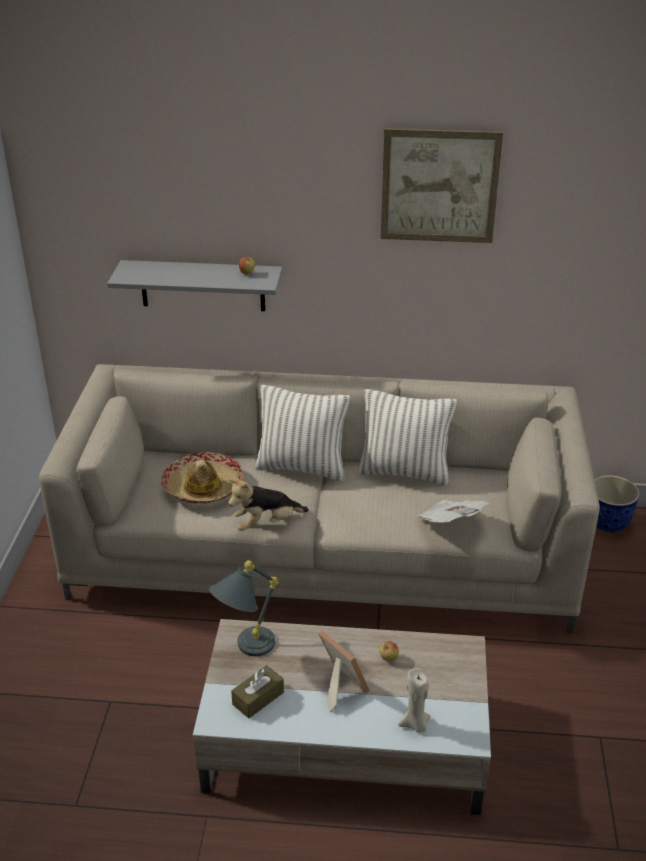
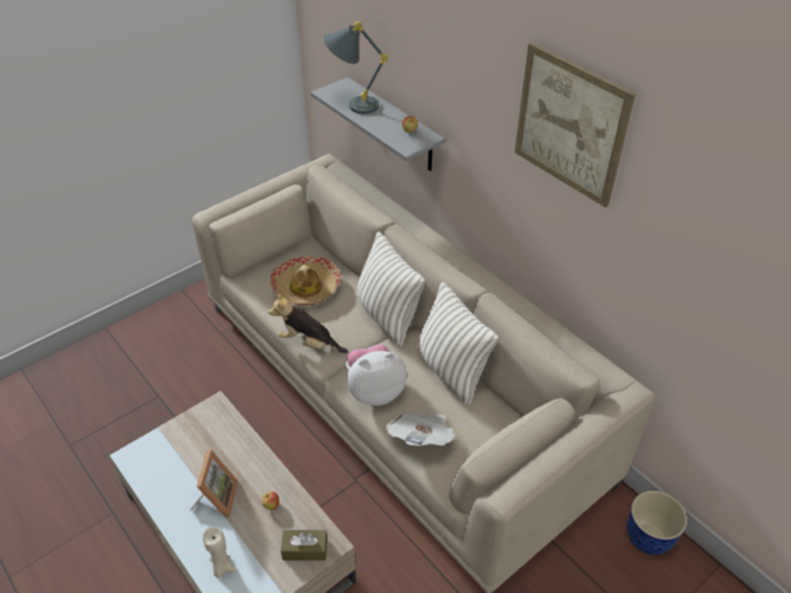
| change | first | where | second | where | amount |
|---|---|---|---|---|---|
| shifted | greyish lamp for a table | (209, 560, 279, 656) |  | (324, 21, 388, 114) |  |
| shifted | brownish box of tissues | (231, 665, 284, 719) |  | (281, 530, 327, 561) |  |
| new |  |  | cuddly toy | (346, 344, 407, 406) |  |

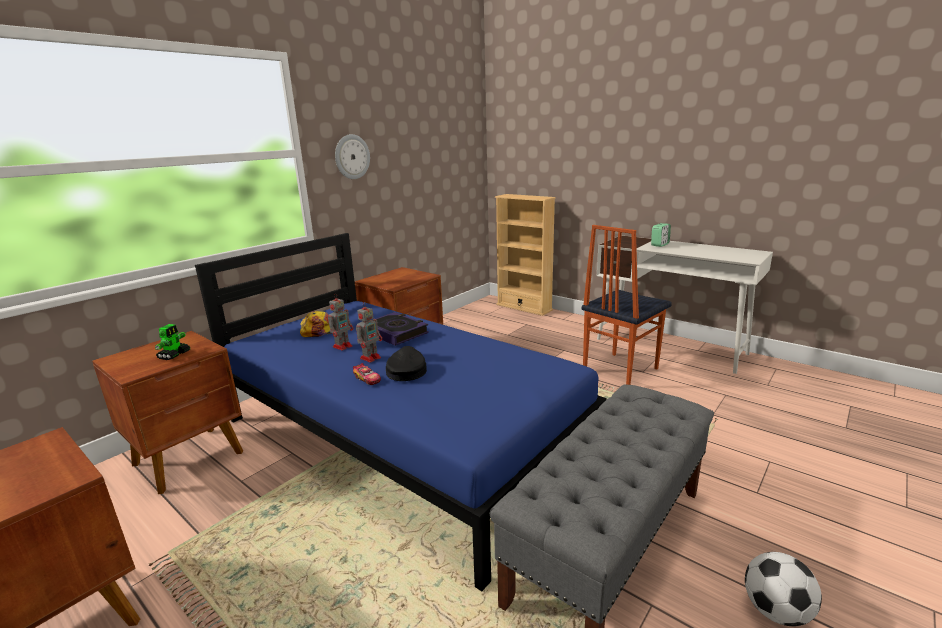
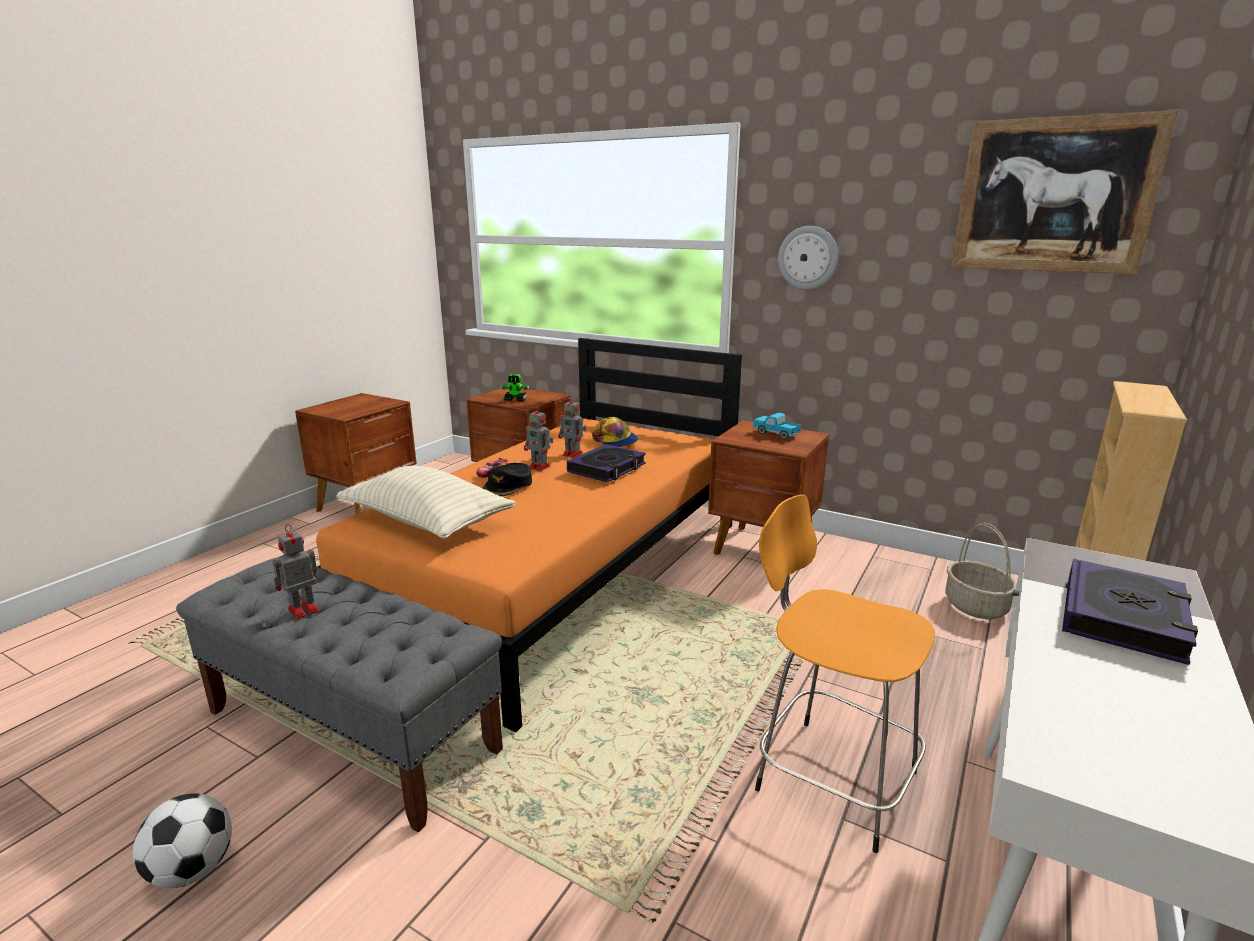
| change | first | where | second | where | amount |
|---|---|---|---|---|---|
| repainted | bluish bed | (195, 233, 607, 592) | orange-coloured bed | (316, 338, 742, 732) |  |
| rotated | black-coloured peaked cap | (386, 346, 427, 381) |  | (483, 463, 532, 496) | 120 degrees clockwise |
| swapped | upright chair | (582, 225, 672, 385) | orange-coloured stool seat | (755, 495, 935, 853) |  |
| swapped | bedside clock | (651, 223, 671, 247) | book | (1062, 559, 1198, 665) |  |
| new |  |  | toy robot | (272, 524, 319, 619) |  |
| new |  |  | beige-coloured cushion | (336, 466, 516, 539) |  |
| new |  |  | model truck | (753, 413, 801, 440) |  |
| new |  |  | household basket | (945, 523, 1017, 619) |  |
| new |  |  | picture | (951, 110, 1178, 274) |  |

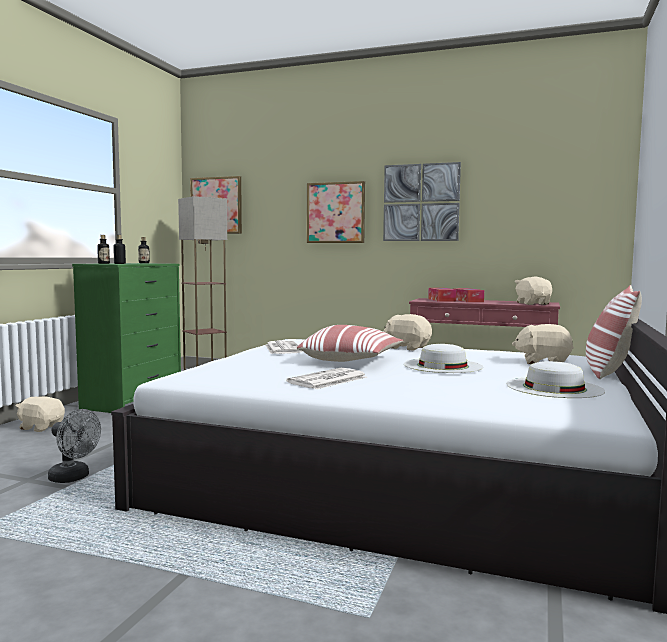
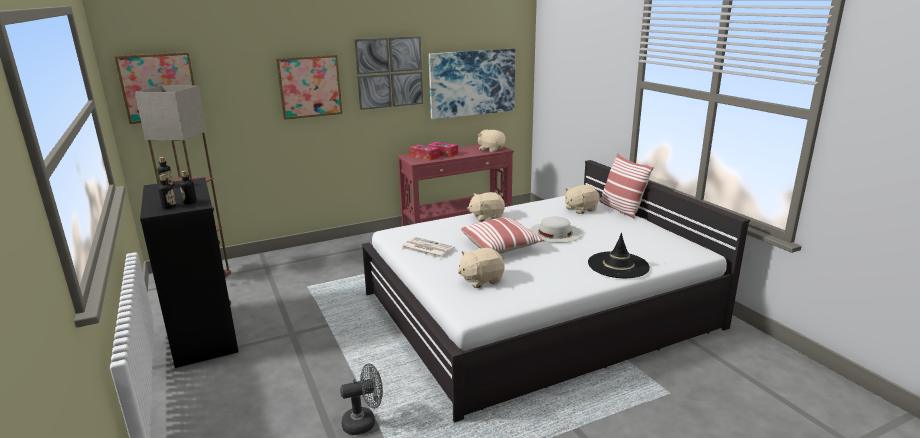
| change | first | where | second | where | amount |
|---|---|---|---|---|---|
| shifted | beige-coloured cuddly toy | (16, 396, 65, 432) |  | (458, 248, 505, 288) |  |
| repainted | green dresser | (72, 263, 181, 413) | black-coloured dresser | (140, 177, 239, 368) |  |
| gone | daily paper | (286, 368, 367, 389) |  |  |  |
| gone | whitish hat | (507, 361, 605, 398) |  |  |  |
| new |  |  | picture | (429, 48, 515, 119) |  |
| new |  |  | black-coloured hat | (588, 233, 650, 278) |  |

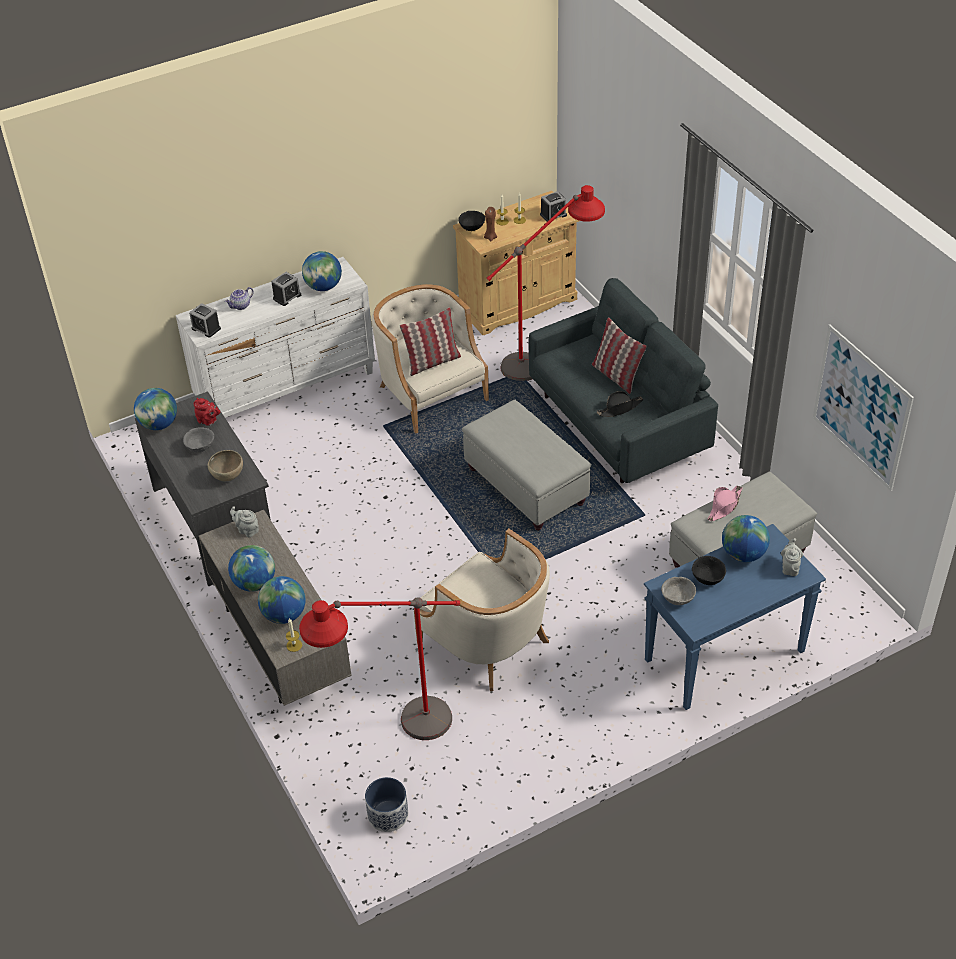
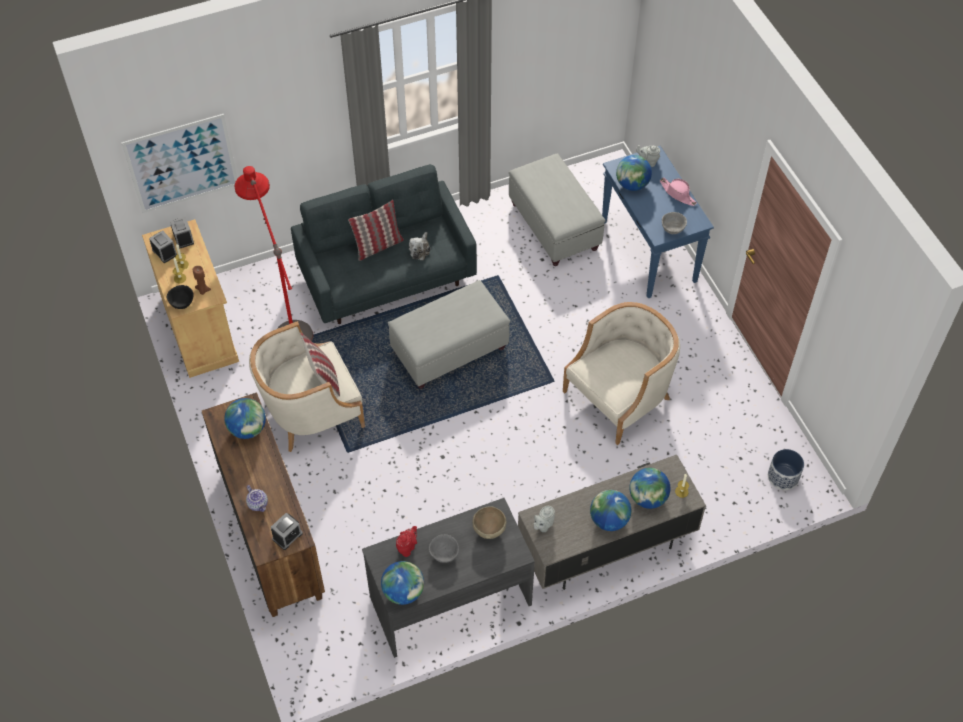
| change | first | where | second | where | amount |
|---|---|---|---|---|---|
| repainted | whitish dresser | (176, 257, 375, 418) | brownish dresser | (202, 392, 325, 617) |  |
| shifted | bedside clock | (271, 272, 301, 306) |  | (149, 230, 177, 263) |  |
| gone | red-coloured floor lamp | (299, 597, 460, 740) |  |  |  |
| swapped | black-coloured hat | (597, 391, 643, 417) | cuddly toy | (409, 232, 431, 260) |  |
| gone | black-coloured serving bowl | (692, 556, 726, 585) |  |  |  |
| shifted | pinkish hat | (707, 485, 742, 521) |  | (660, 177, 697, 206) |  |
| shifted | picture | (813, 325, 914, 491) |  | (121, 114, 238, 213) |  |

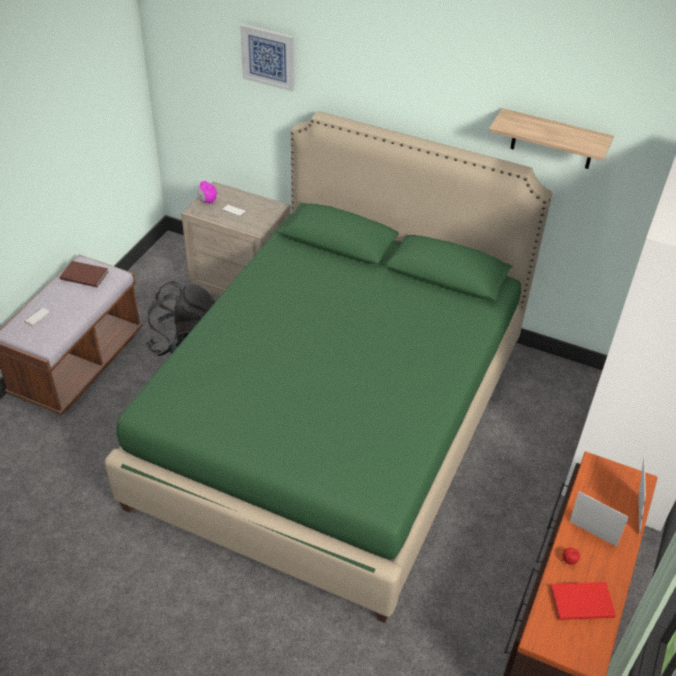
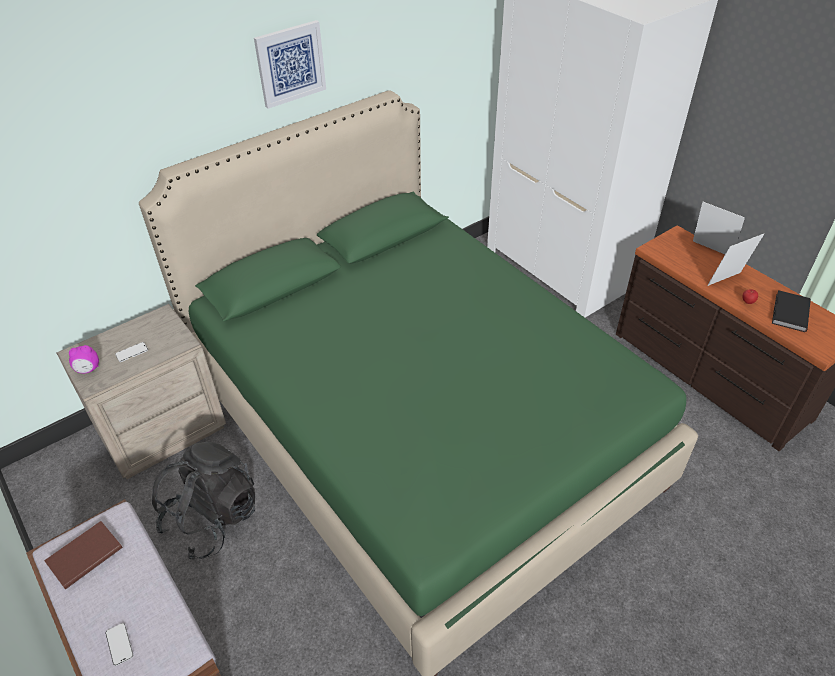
| change | first | where | second | where | amount |
|---|---|---|---|---|---|
| shifted | picture | (240, 24, 294, 92) |  | (254, 20, 326, 109) |  |
| gone | bracket shelf | (489, 108, 614, 169) |  |  |  |
| repainted | red-coloured book | (550, 582, 616, 620) | black-coloured book | (772, 290, 811, 332) |  |

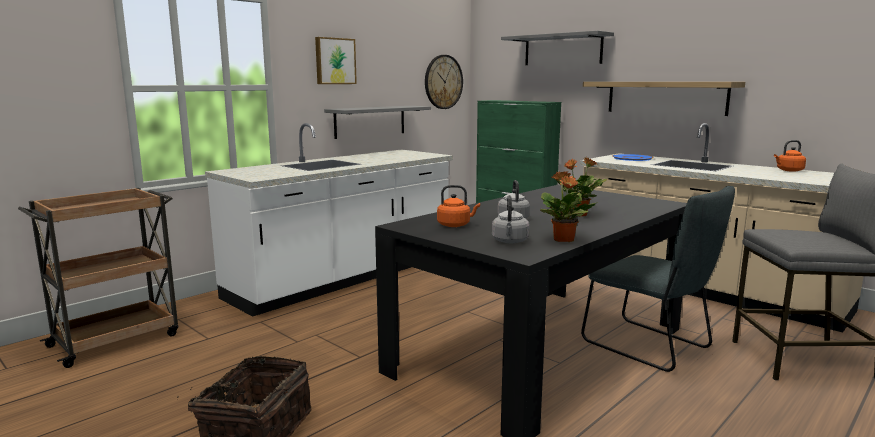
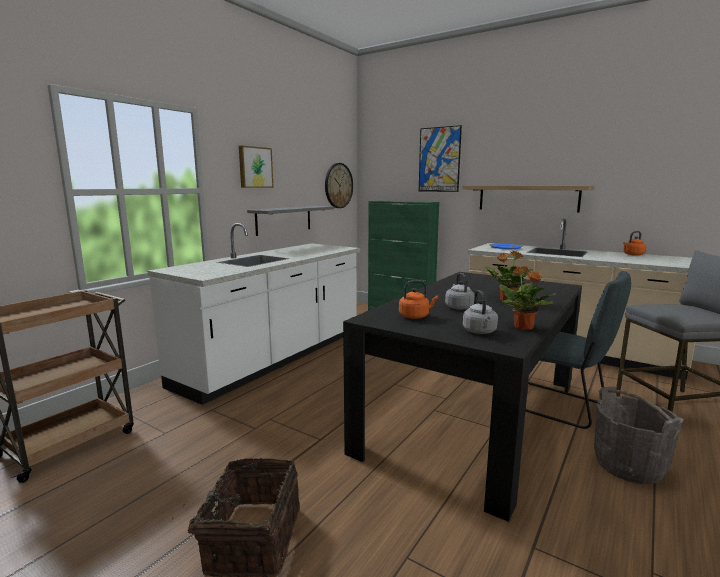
| change | first | where | second | where | amount |
|---|---|---|---|---|---|
| swapped | greyish bracket shelf | (501, 31, 614, 65) | picture | (419, 125, 462, 192) |  |
| new |  |  | greyish pail | (594, 387, 684, 484) |  |

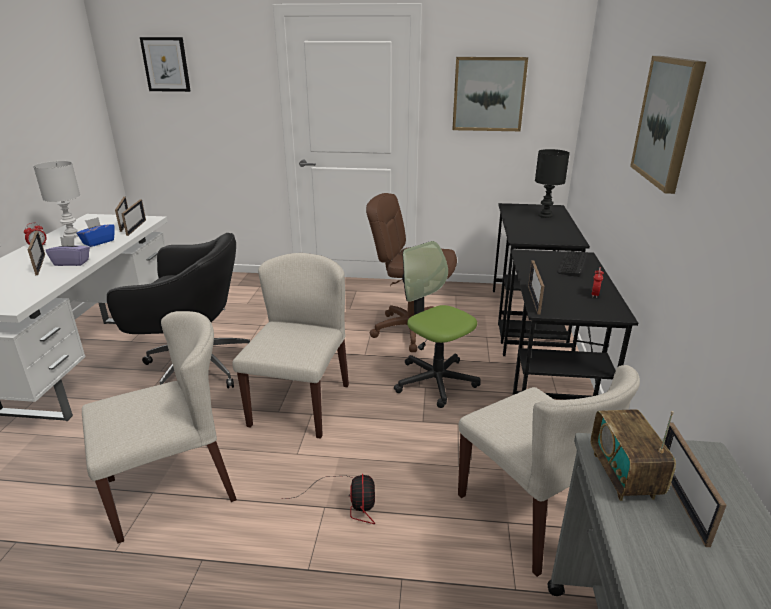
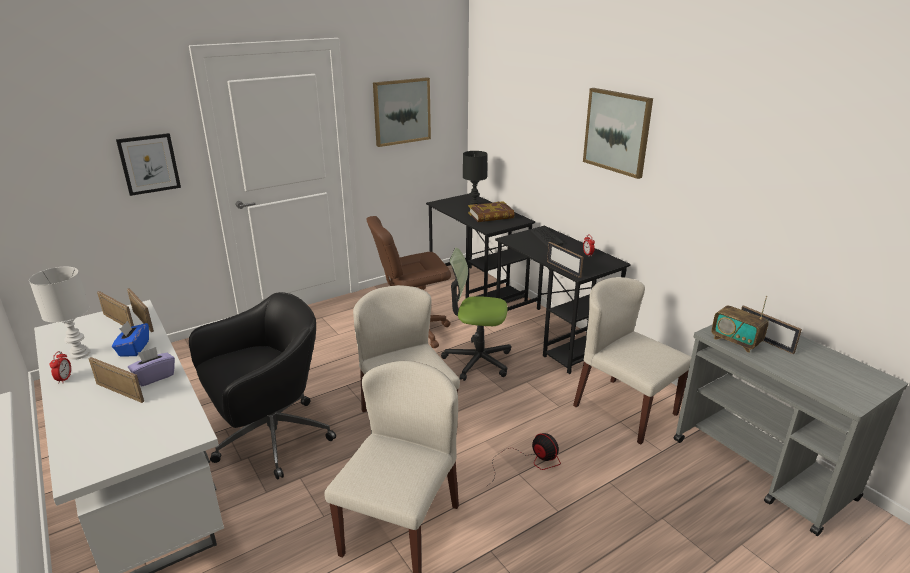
| change | first | where | second | where | amount |
|---|---|---|---|---|---|
| shifted | picture | (140, 37, 191, 92) |  | (116, 133, 181, 196) |  |
| rotated | beige-coloured upright chair | (458, 365, 640, 577) |  | (573, 277, 691, 444) | 150 degrees counterclockwise |
| new |  |  | book | (468, 201, 515, 222) |  |

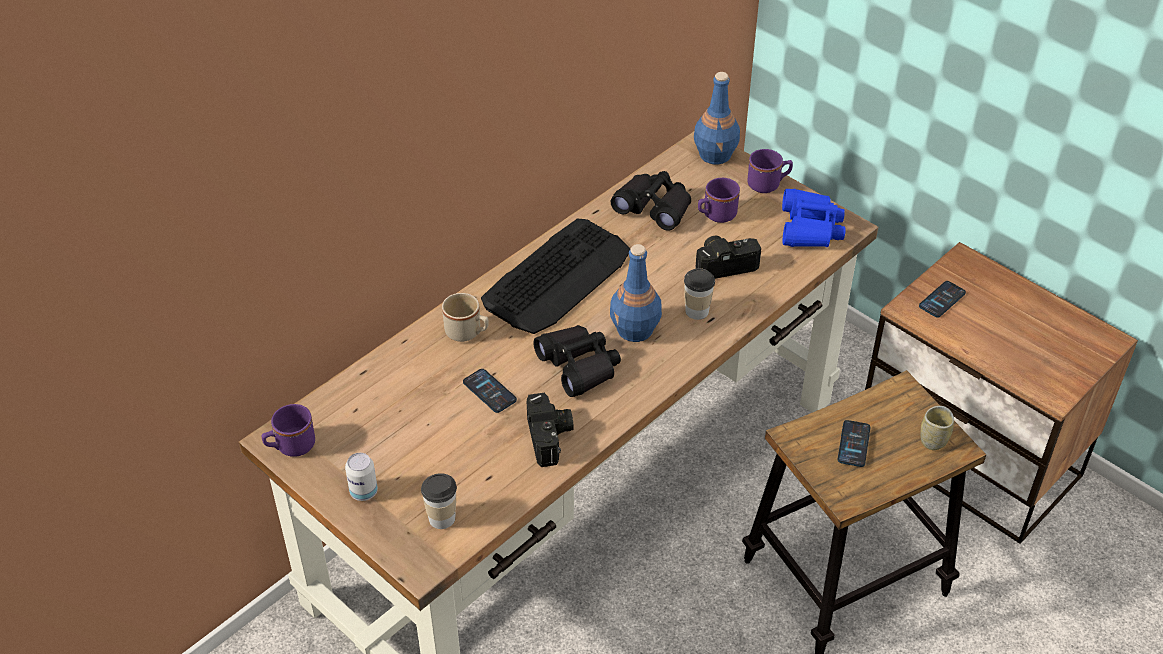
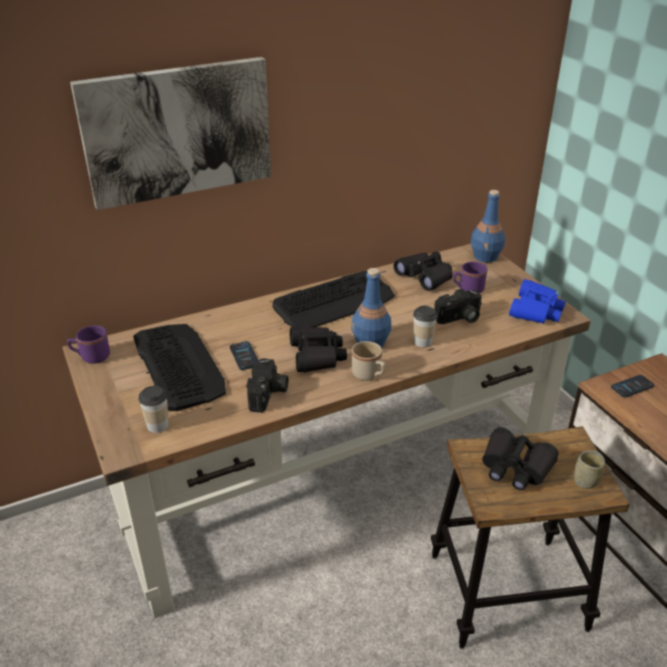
| change | first | where | second | where | amount |
|---|---|---|---|---|---|
| gone | metal can | (345, 453, 378, 501) |  |  |  |
| shifted | beige-coloured mug | (442, 293, 489, 342) |  | (352, 341, 386, 381) |  |
| rotated | still camera | (696, 236, 761, 279) |  | (434, 288, 482, 324) | 150 degrees clockwise |
| gone | purple mug | (748, 149, 793, 193) |  |  |  |
| swapped | phone | (838, 420, 870, 467) | black-coloured field glasses | (482, 427, 558, 491) |  |
| new |  |  | picture | (70, 57, 271, 210) |  |
| new |  |  | PC keyboard | (133, 324, 226, 411) |  |

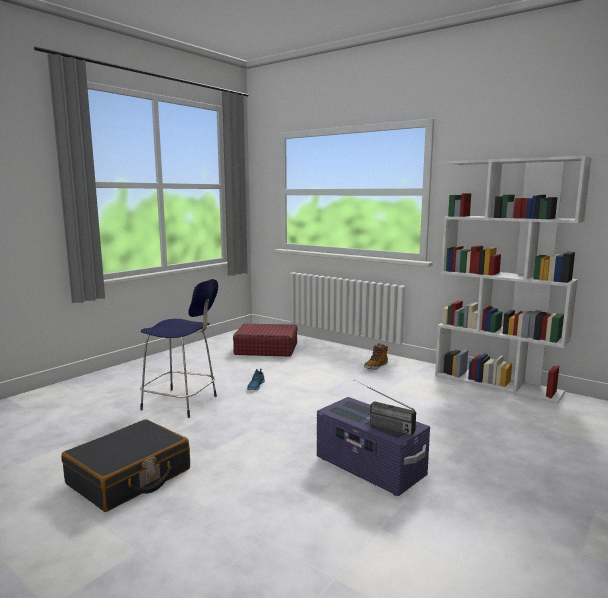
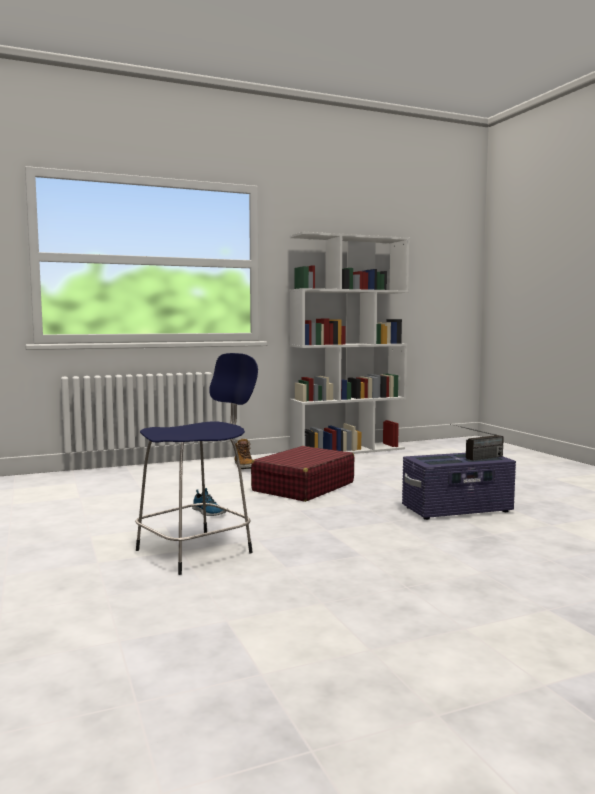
| change | first | where | second | where | amount |
|---|---|---|---|---|---|
| gone | black-coloured suitcase | (61, 419, 190, 512) |  |  |  |
| shifted | red-coloured suitcase | (233, 323, 298, 356) |  | (251, 446, 355, 502) |  |

